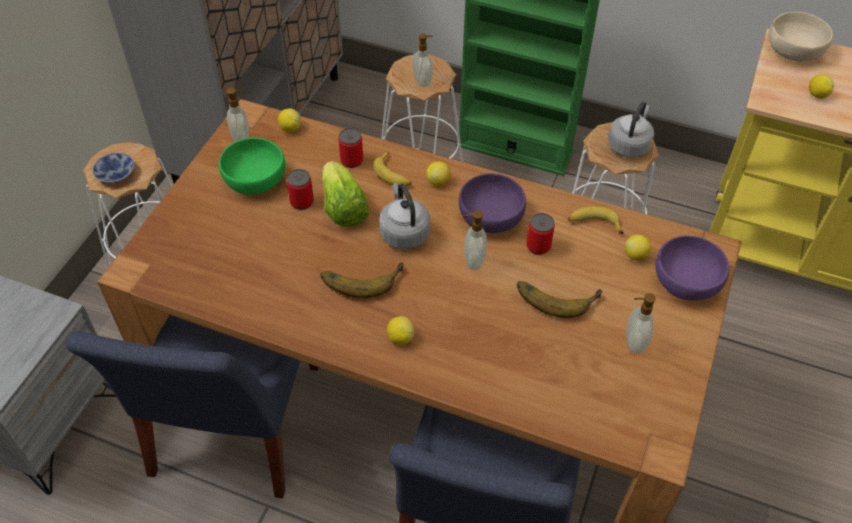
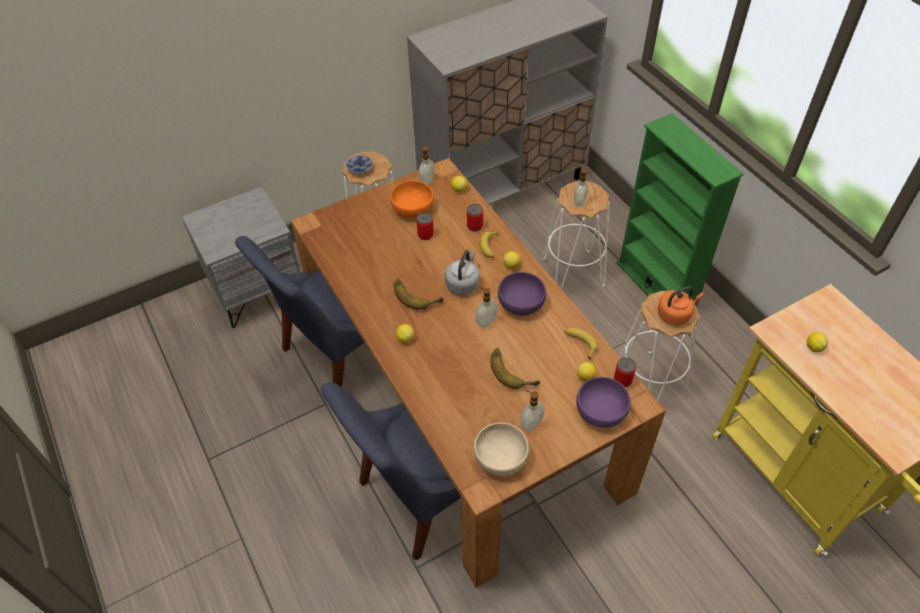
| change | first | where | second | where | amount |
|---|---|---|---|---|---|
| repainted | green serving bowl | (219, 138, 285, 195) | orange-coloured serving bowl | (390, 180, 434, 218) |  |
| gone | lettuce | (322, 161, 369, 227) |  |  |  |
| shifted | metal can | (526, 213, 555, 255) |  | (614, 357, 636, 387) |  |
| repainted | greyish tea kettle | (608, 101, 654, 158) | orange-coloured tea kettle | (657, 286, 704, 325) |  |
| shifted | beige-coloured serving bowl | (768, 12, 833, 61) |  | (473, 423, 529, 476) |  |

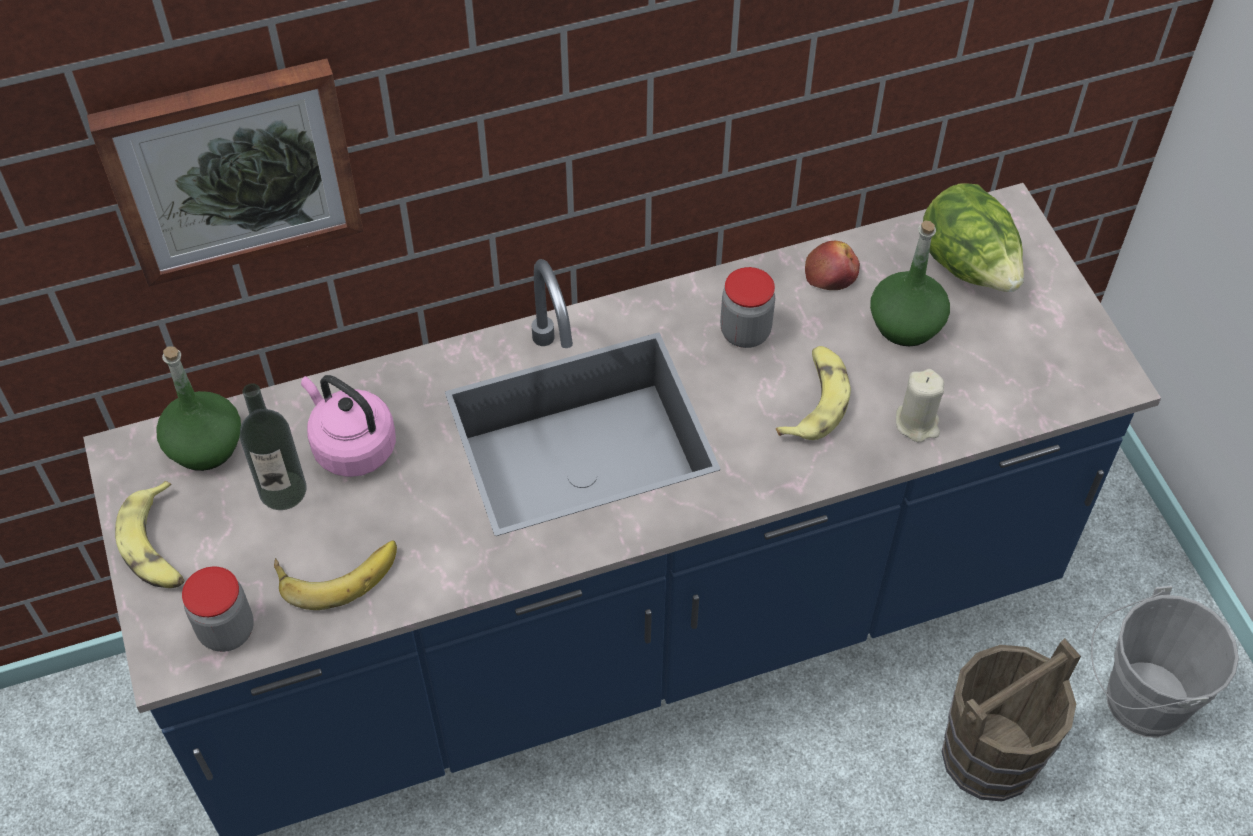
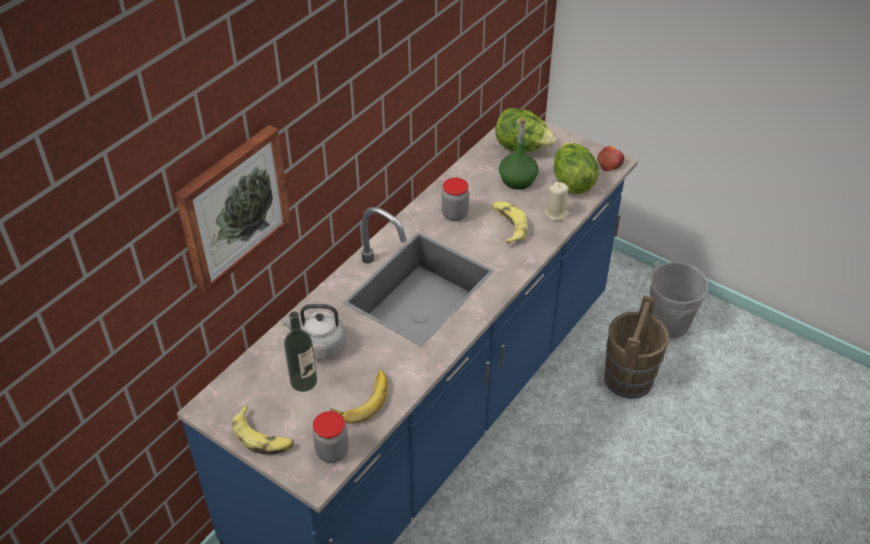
| change | first | where | second | where | amount |
|---|---|---|---|---|---|
| gone | green beverage bottle | (156, 347, 241, 471) |  |  |  |
| repainted | pinkish tea kettle | (301, 375, 396, 477) | greyish tea kettle | (283, 304, 346, 360) |  |
| shifted | apple | (805, 241, 860, 290) |  | (597, 146, 624, 171) |  |
| new |  |  | lettuce | (554, 142, 599, 194) |  |

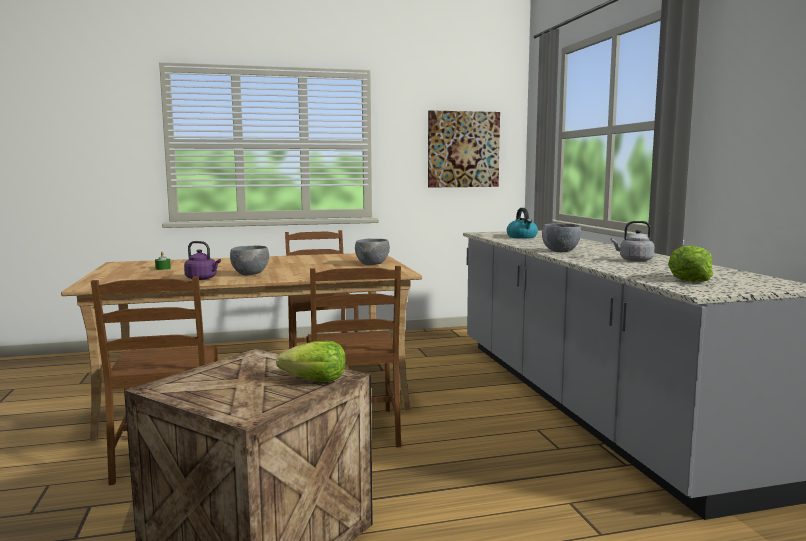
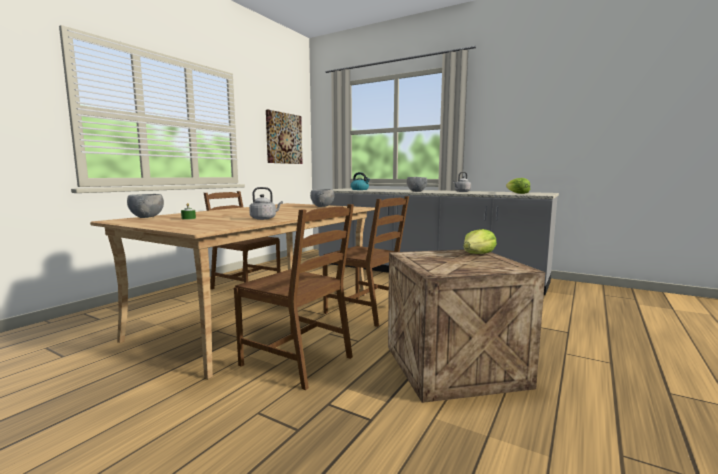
| change | first | where | second | where | amount |
|---|---|---|---|---|---|
| repainted | purple tea kettle | (184, 241, 221, 280) | greyish tea kettle | (249, 187, 283, 220) |  |
| shifted | greyish serving bowl | (230, 245, 269, 275) |  | (127, 194, 164, 218) |  |

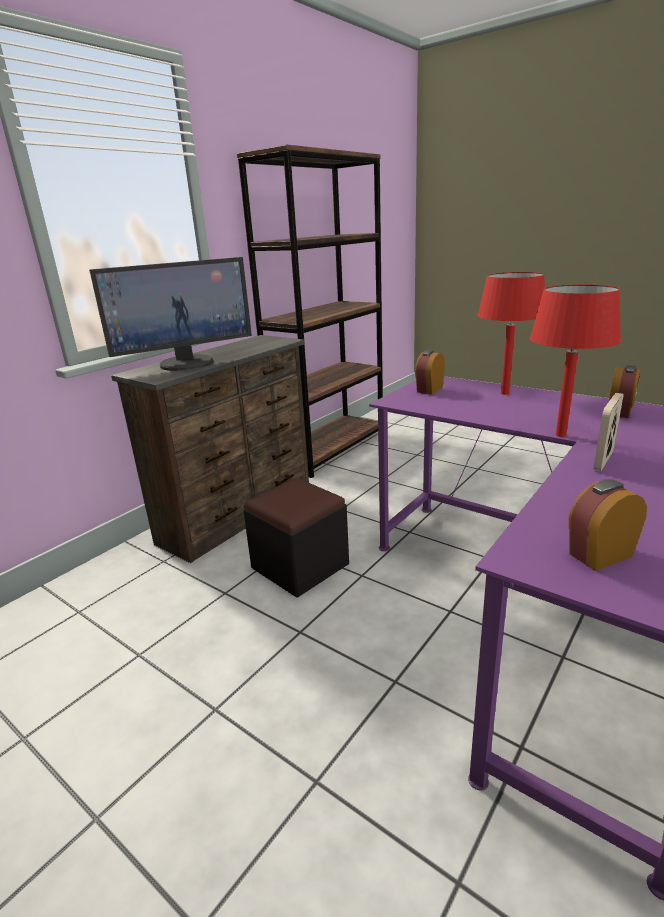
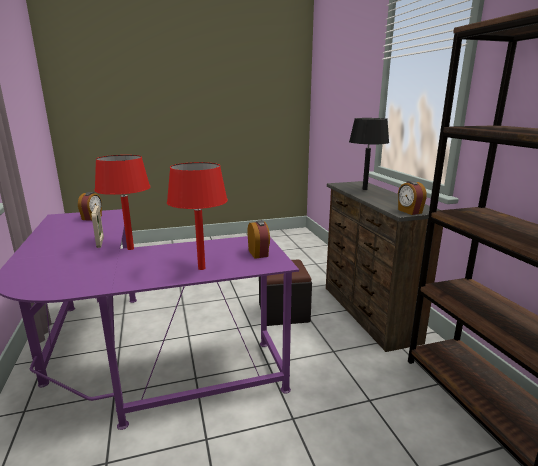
| change | first | where | second | where | amount |
|---|---|---|---|---|---|
| swapped | computer display | (89, 257, 252, 371) | black-coloured lamp for a table | (349, 118, 389, 190) |  |
| shifted | bedside clock | (609, 365, 640, 418) |  | (398, 181, 427, 215) |  |

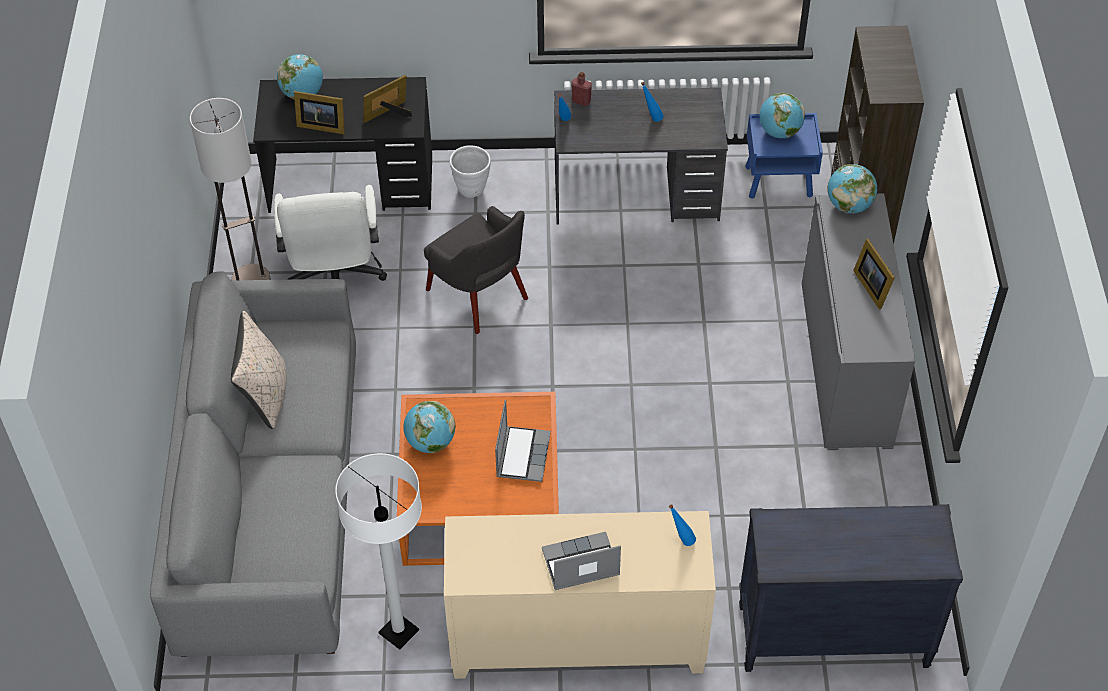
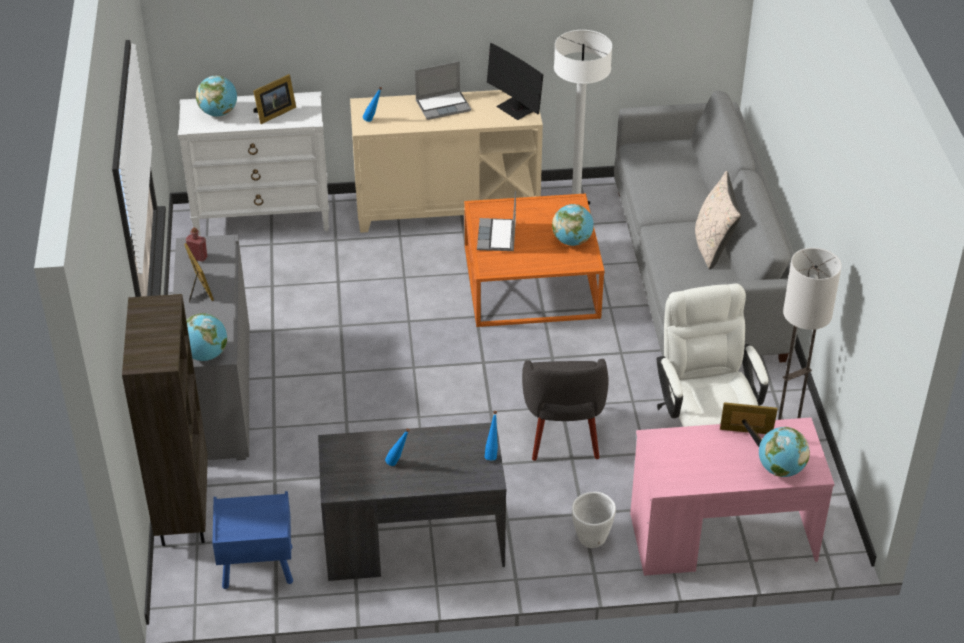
| change | first | where | second | where | amount |
|---|---|---|---|---|---|
| repainted | black-coloured desk unit | (253, 77, 432, 213) | pinkish desk unit | (630, 417, 835, 576) |  |
| shifted | photo frame | (363, 75, 412, 123) |  | (253, 74, 296, 124) |  |
| rotated | greyish easy chair | (424, 206, 528, 334) |  | (522, 359, 609, 461) | 135 degrees counterclockwise |
| shifted | red-coloured beverage bottle | (571, 72, 592, 106) |  | (186, 227, 207, 262) |  |
| repainted | black-coloured dresser | (739, 504, 963, 672) | whitish dresser | (178, 92, 329, 236) |  |
| shifted | world globe | (760, 93, 805, 138) |  | (196, 76, 237, 117) |  |
| new |  |  | computer display | (487, 43, 543, 120) |  |

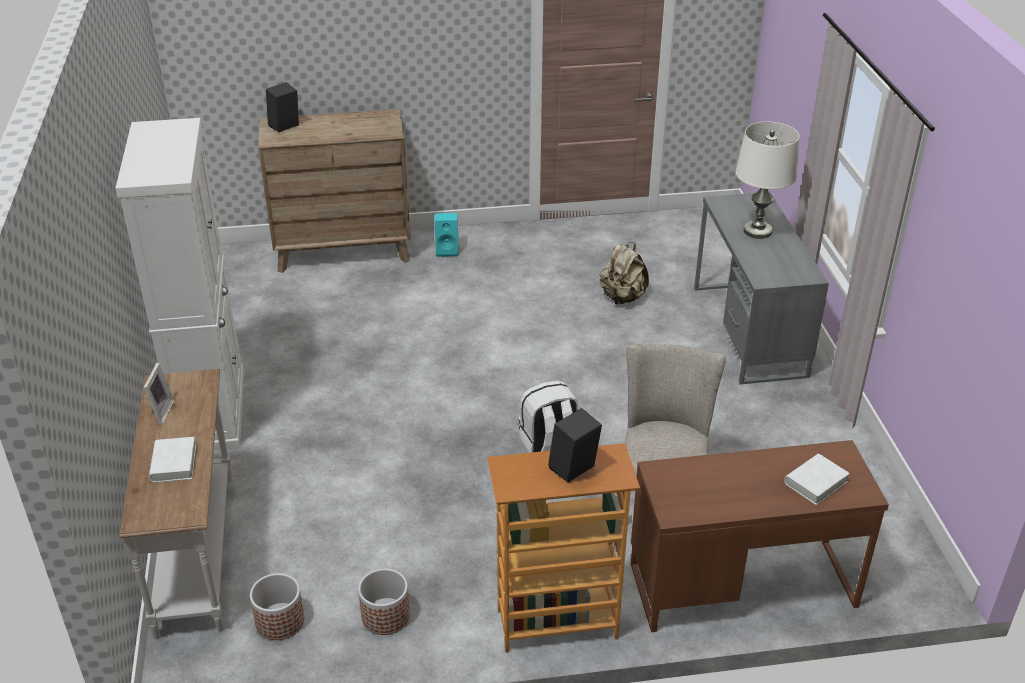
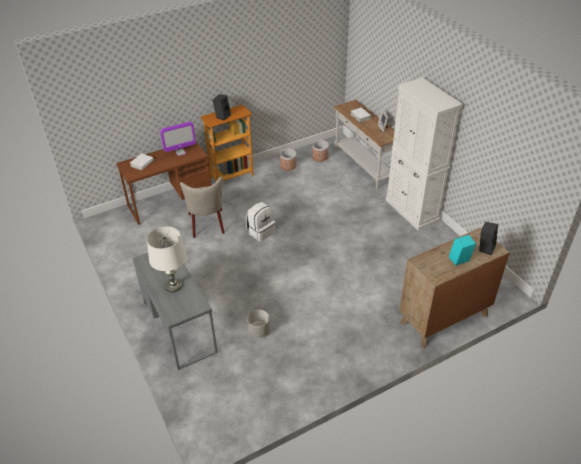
| change | first | where | second | where | amount |
|---|---|---|---|---|---|
| shifted | turquoise-coloured speaker | (435, 213, 458, 257) |  | (449, 235, 476, 265) |  |
| swapped | beige-coloured backpack | (600, 242, 649, 304) | greyish flower pot | (247, 310, 270, 338) |  |
| new |  |  | computer display | (160, 122, 196, 156) |  |

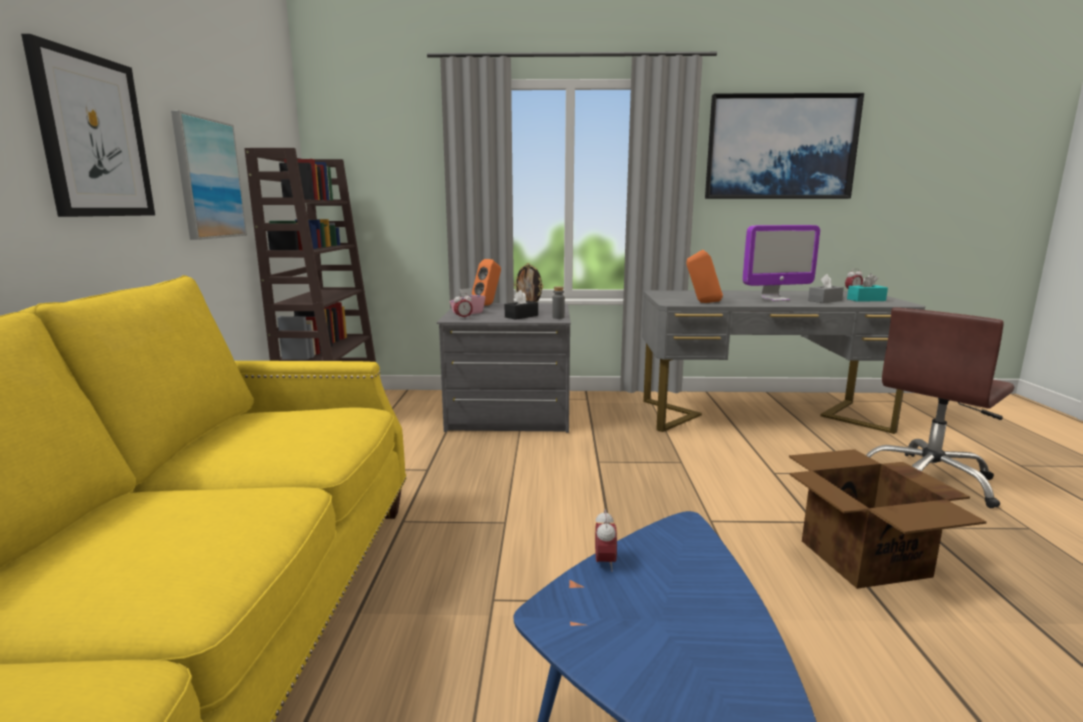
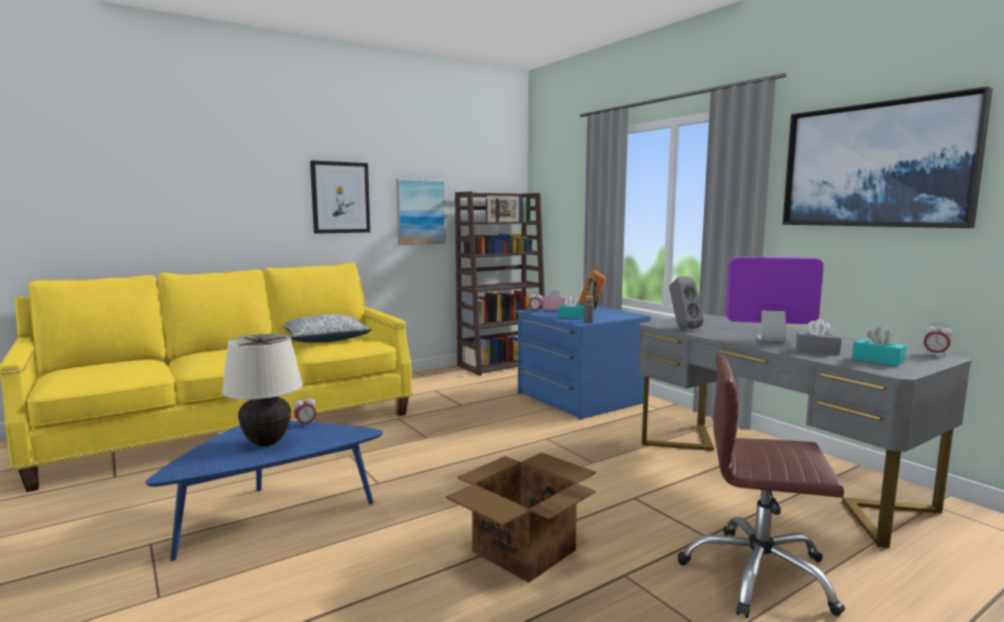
| change | first | where | second | where | amount |
|---|---|---|---|---|---|
| repainted | greyish dresser | (437, 303, 571, 433) | bluish dresser | (515, 304, 651, 420) |  |
| repainted | black-coloured box of tissues | (505, 290, 538, 320) | turquoise-coloured box of tissues | (559, 296, 584, 319) |  |
| repainted | orange-coloured speaker | (686, 250, 723, 303) | greyish speaker | (669, 276, 704, 329) |  |
| rotated | computer display | (743, 225, 820, 301) |  | (726, 257, 824, 342) | 150 degrees clockwise |
| new |  |  | beige-coloured lamp for a table | (221, 334, 303, 446) |  |
| new |  |  | cushion | (283, 314, 372, 343) |  |
| new |  |  | photo frame | (487, 196, 519, 222) |  |

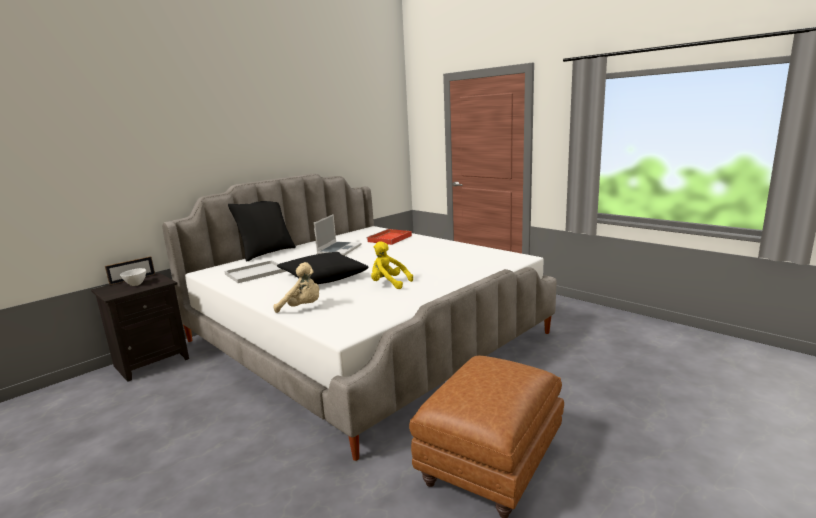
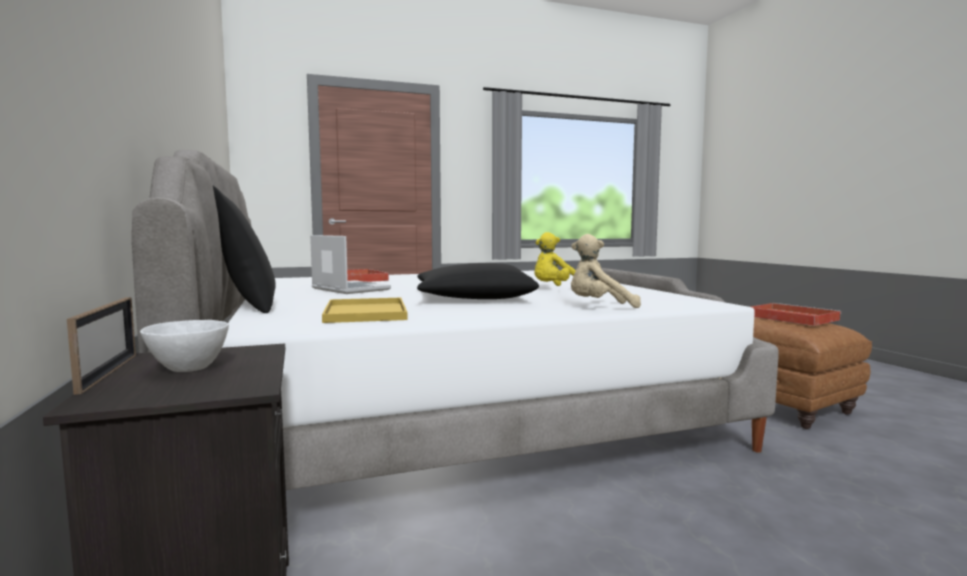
| change | first | where | second | where | amount |
|---|---|---|---|---|---|
| repainted | whitish tray | (225, 260, 286, 283) | yellow tray | (322, 298, 407, 323) |  |
| rotated | beige-coloured cuddly toy | (273, 262, 319, 313) |  | (571, 234, 641, 308) | 135 degrees counterclockwise |
| new |  |  | red-coloured tray | (750, 303, 841, 326) |  |

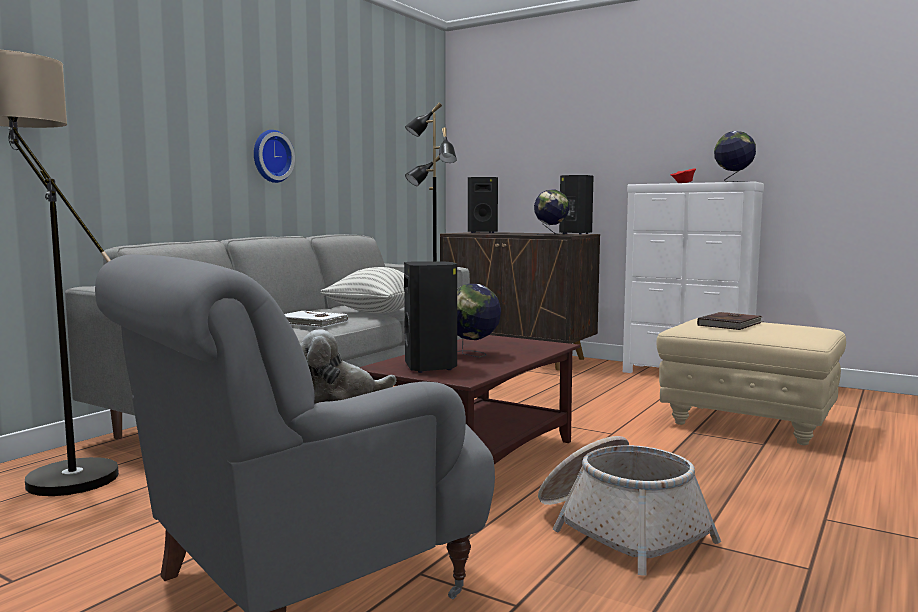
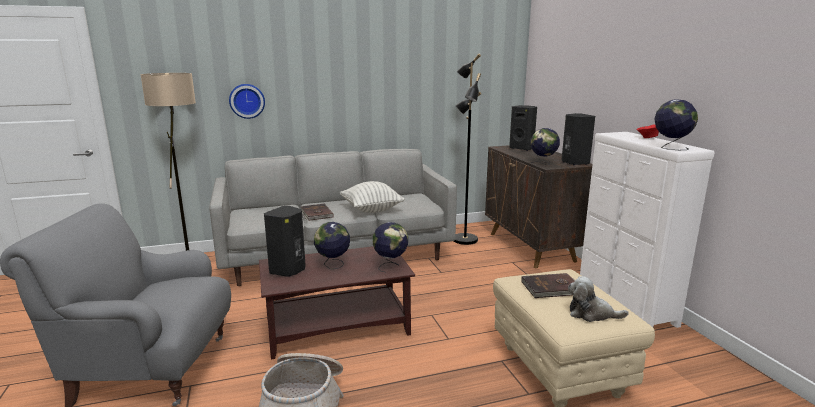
| change | first | where | second | where | amount |
|---|---|---|---|---|---|
| shifted | clock on the wall | (254, 130, 295, 183) |  | (229, 84, 265, 119) |  |
| repainted | whitish book | (284, 311, 348, 327) | brownish book | (300, 204, 334, 221) |  |
| shifted | cuddly toy | (300, 329, 396, 404) |  | (568, 276, 629, 322) |  |
| new |  |  | world globe | (373, 222, 408, 272) |  |

